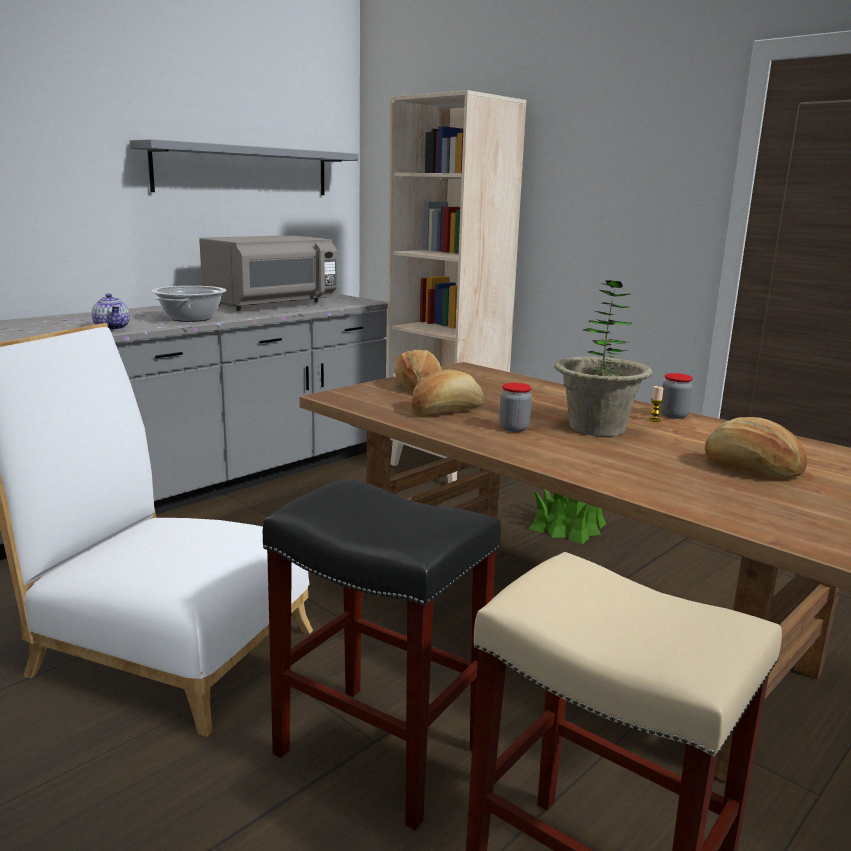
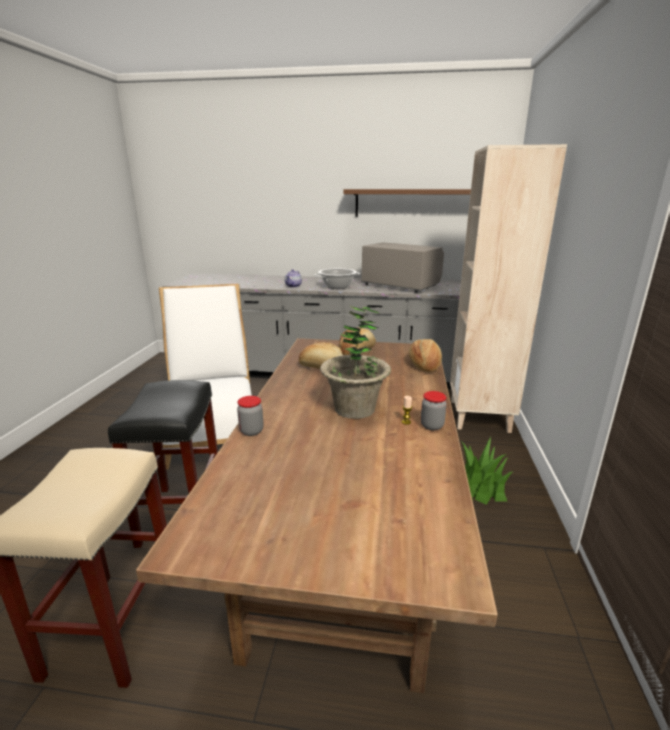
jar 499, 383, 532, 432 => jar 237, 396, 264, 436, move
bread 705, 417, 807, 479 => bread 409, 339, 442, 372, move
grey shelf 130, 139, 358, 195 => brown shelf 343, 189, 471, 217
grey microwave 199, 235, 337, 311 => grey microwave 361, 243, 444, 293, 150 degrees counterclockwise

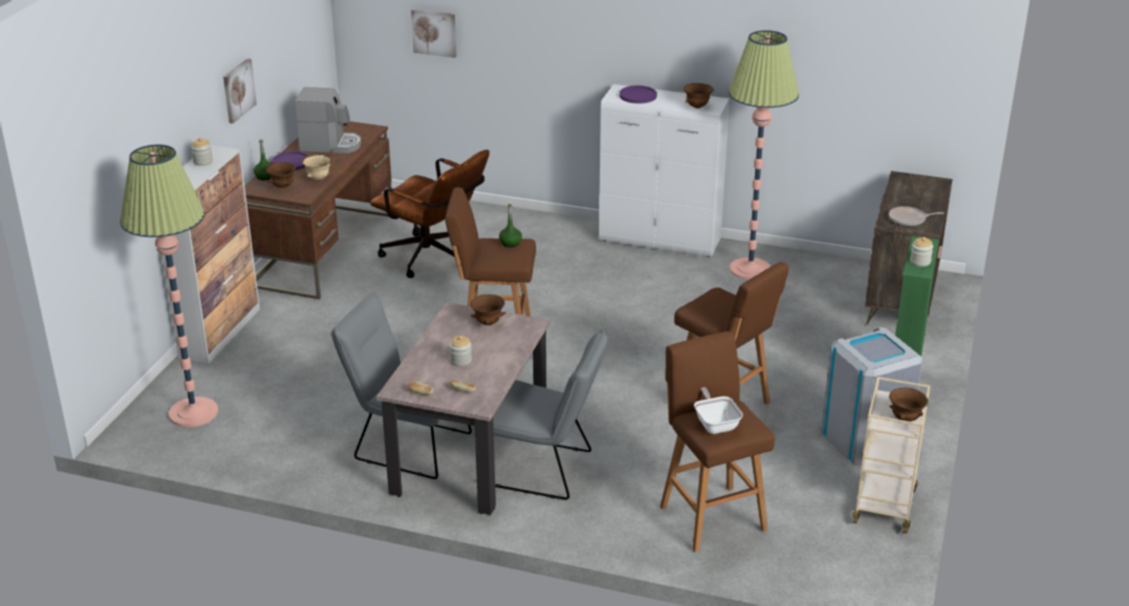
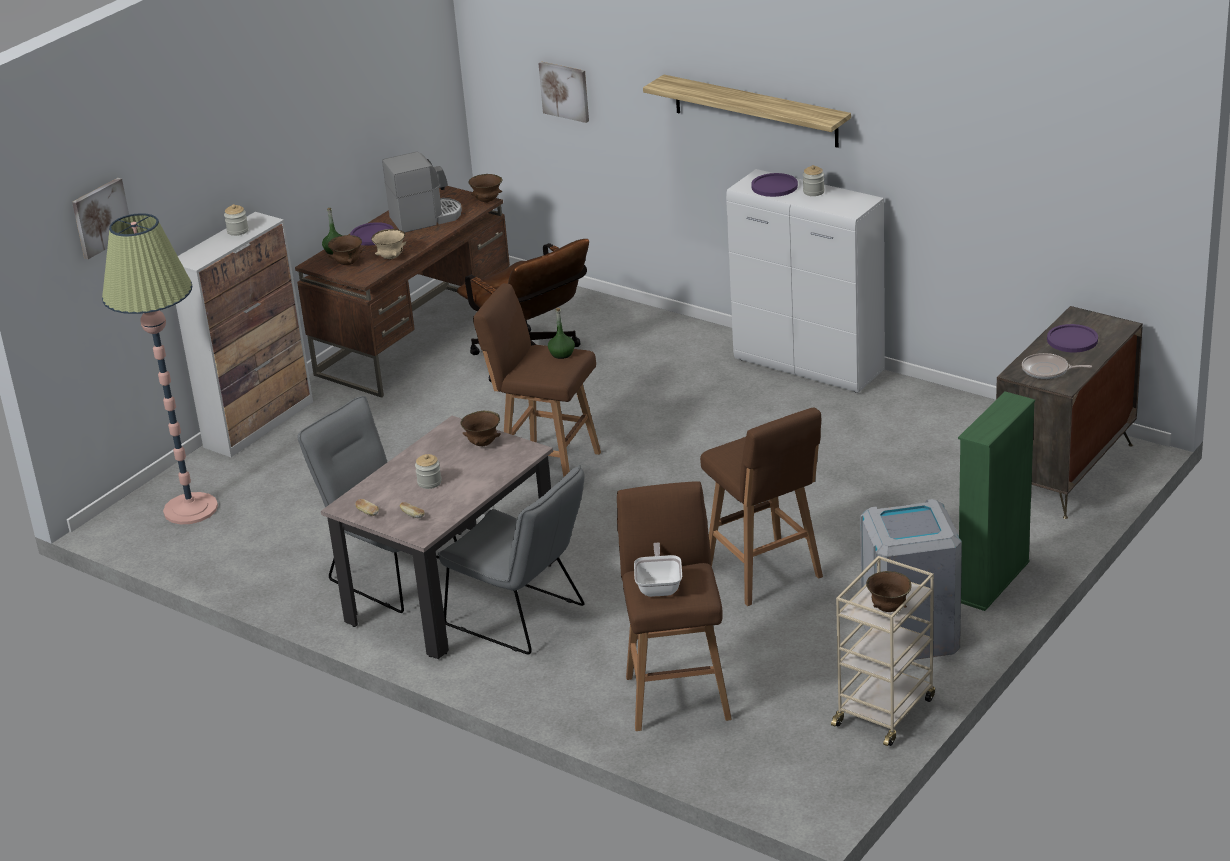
floor lamp 729, 30, 799, 280 => nothing
nothing => shelf 643, 75, 851, 148
nothing => purple plate 1047, 324, 1098, 352
picture 223, 58, 257, 124 => picture 72, 178, 129, 259, move
brown bowl 684, 83, 714, 108 => brown bowl 469, 174, 502, 203, move
jar 910, 237, 933, 267 => jar 803, 165, 825, 196, move
coffee machine 294, 87, 361, 153 => coffee machine 382, 152, 462, 233, 45 degrees counterclockwise

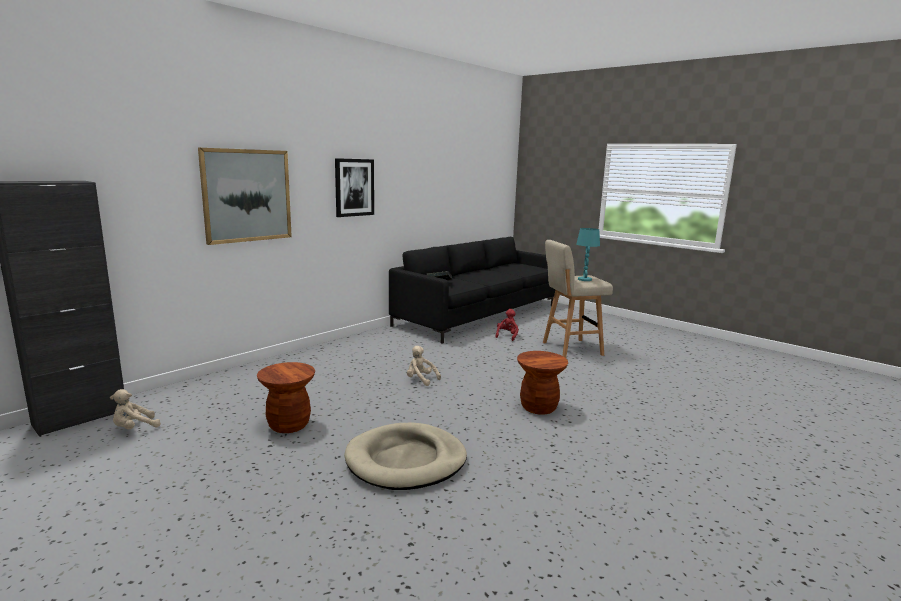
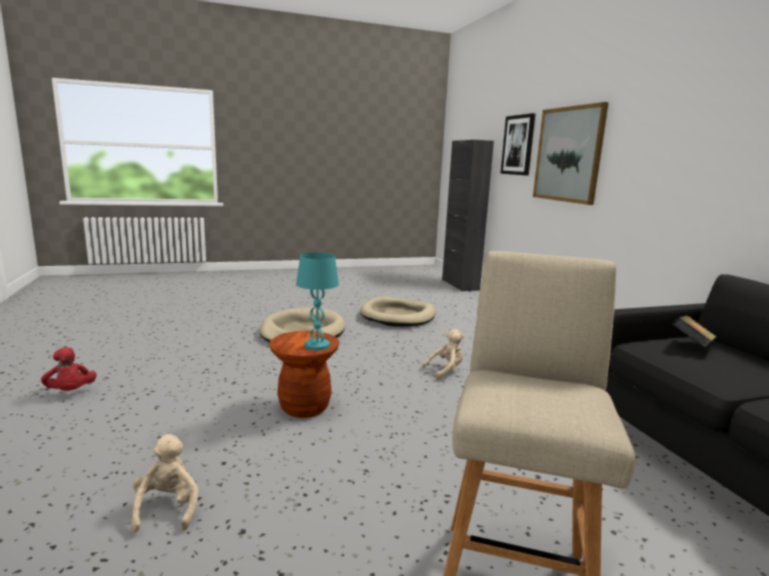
beige plush toy 110, 389, 161, 430 => beige plush toy 131, 434, 198, 533, move
picture 335, 158, 374, 217 => picture 500, 113, 535, 176, move
red plush toy 495, 309, 519, 341 => red plush toy 41, 347, 97, 391, move
turquoise table lamp 576, 228, 600, 281 => turquoise table lamp 296, 252, 339, 350, move
brown stool 257, 362, 315, 433 => beige dog bed 360, 296, 436, 327

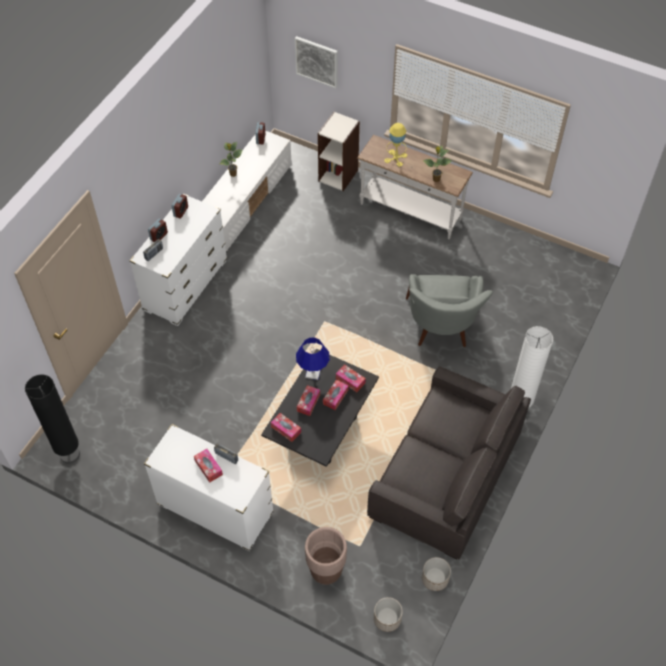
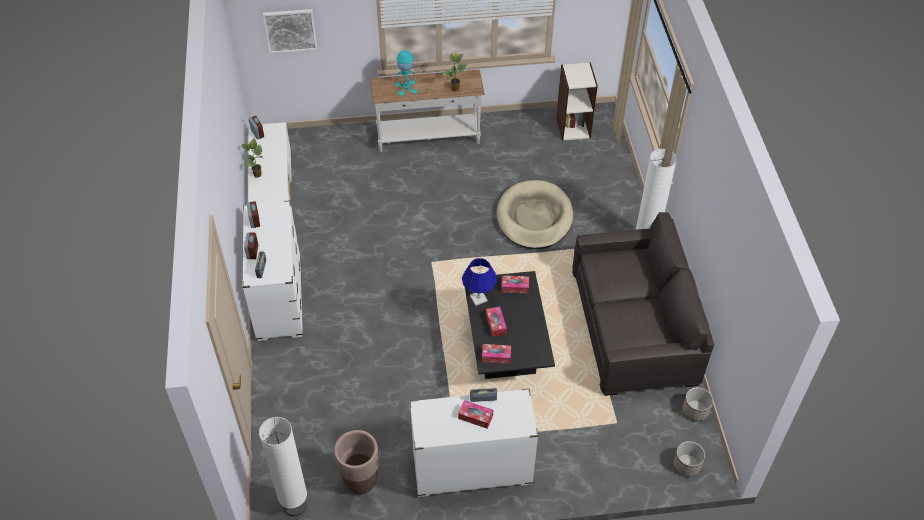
tissue box 323, 380, 349, 410 => nothing
brown planter 305, 527, 347, 585 => brown planter 334, 430, 379, 495, move
bookcase 318, 112, 360, 191 => bookcase 556, 62, 598, 141, move
grey armchair 406, 274, 493, 347 => beige dog bed 496, 180, 573, 249
black floor lamp 25, 375, 80, 464 => white floor lamp 259, 417, 307, 517
yellow table lamp 384, 123, 407, 167 => turquoise table lamp 396, 50, 417, 96

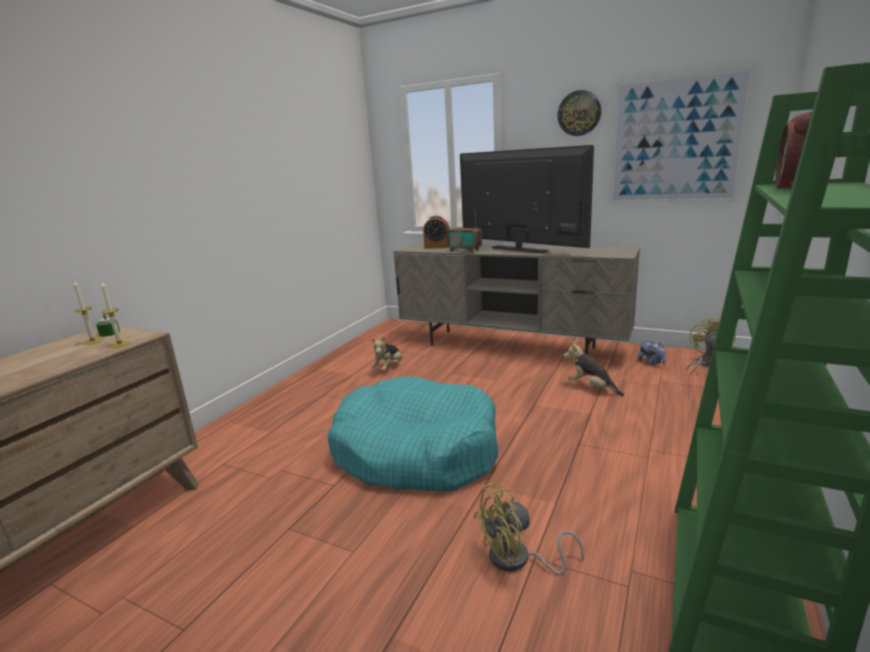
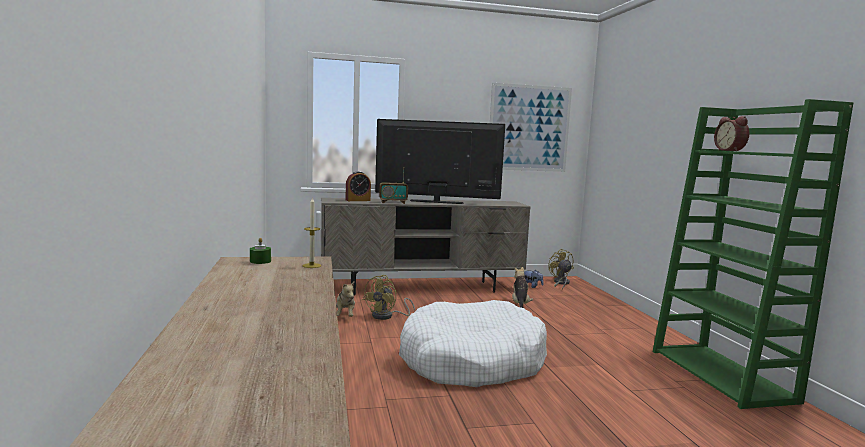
candle 74, 280, 103, 345 => nothing
wall clock 557, 90, 601, 136 => nothing
yellow fan 474, 482, 584, 575 => yellow fan 362, 275, 415, 320, move
turquoise dog bed 328, 376, 498, 491 => white dog bed 399, 300, 547, 387
plush toy 564, 341, 624, 396 => plush toy 512, 267, 533, 308, 90 degrees clockwise

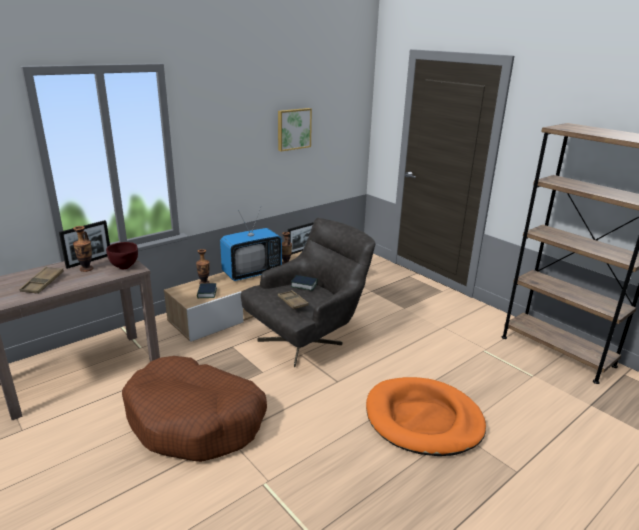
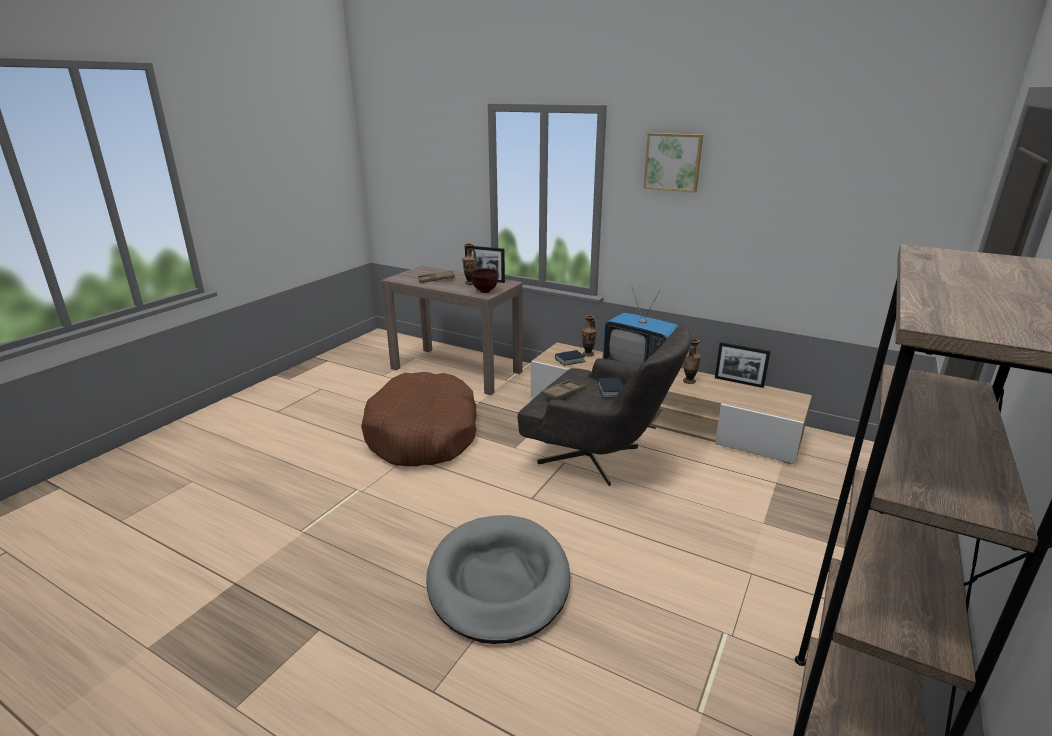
picture 278, 108, 312, 151 => picture 643, 133, 703, 193, move
orange dog bed 366, 377, 486, 456 => grey dog bed 426, 515, 570, 644

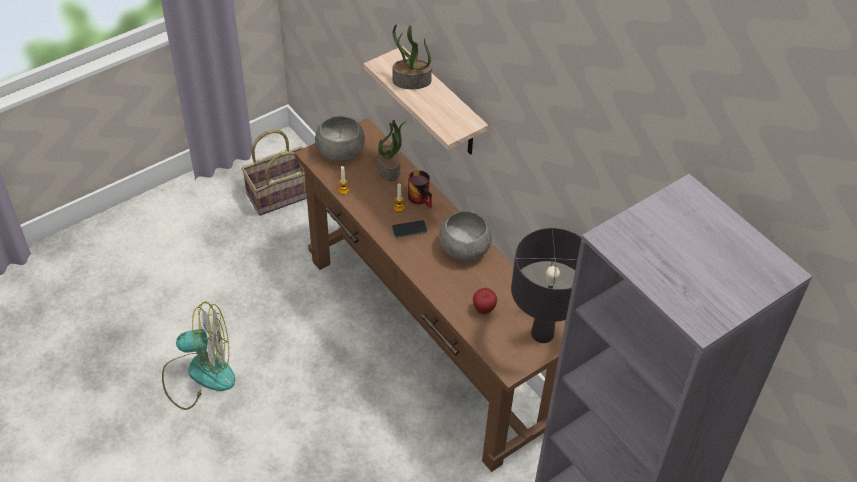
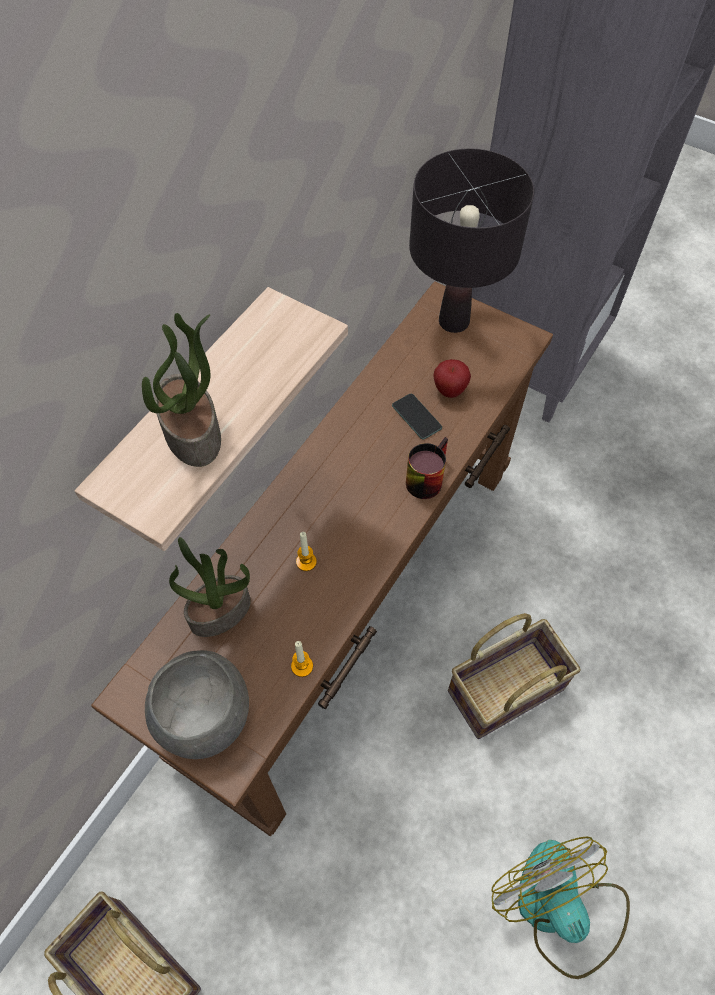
grey bowl 439, 211, 492, 261 => nothing
nothing => basket 448, 613, 581, 739
phone 392, 220, 428, 238 => phone 392, 394, 442, 440, move
mug 408, 170, 432, 208 => mug 406, 437, 448, 499, move

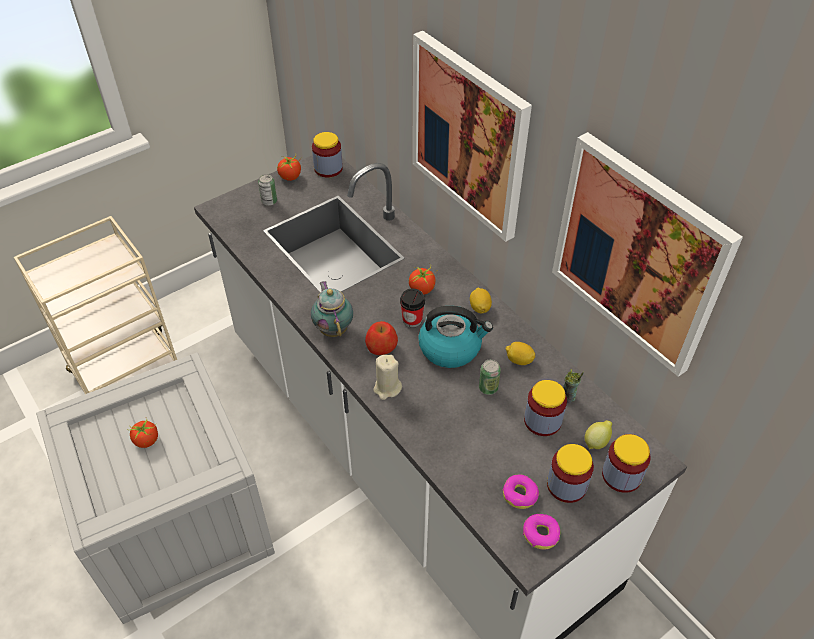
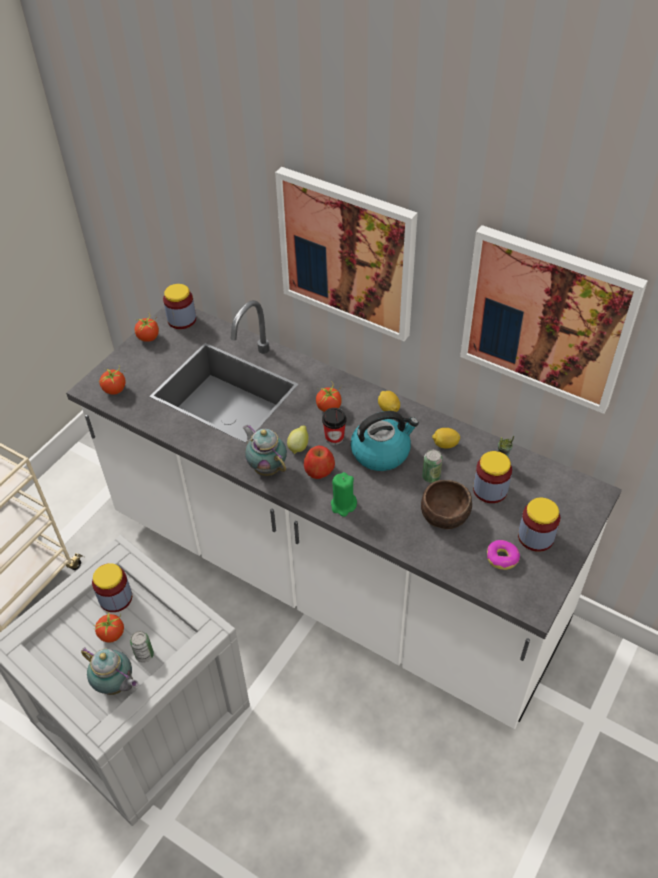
donut 523, 514, 560, 549 => nothing
nothing => teapot 81, 647, 138, 695
nothing => tomato 98, 365, 126, 395
nothing => brown bowl 421, 480, 472, 529
can 258, 174, 277, 206 => can 130, 631, 154, 663, move
lemon 585, 420, 612, 449 => lemon 287, 426, 308, 454, move
jar 602, 434, 651, 493 => jar 92, 563, 132, 612, move
beige candle 373, 355, 402, 400 => green candle 331, 472, 357, 517

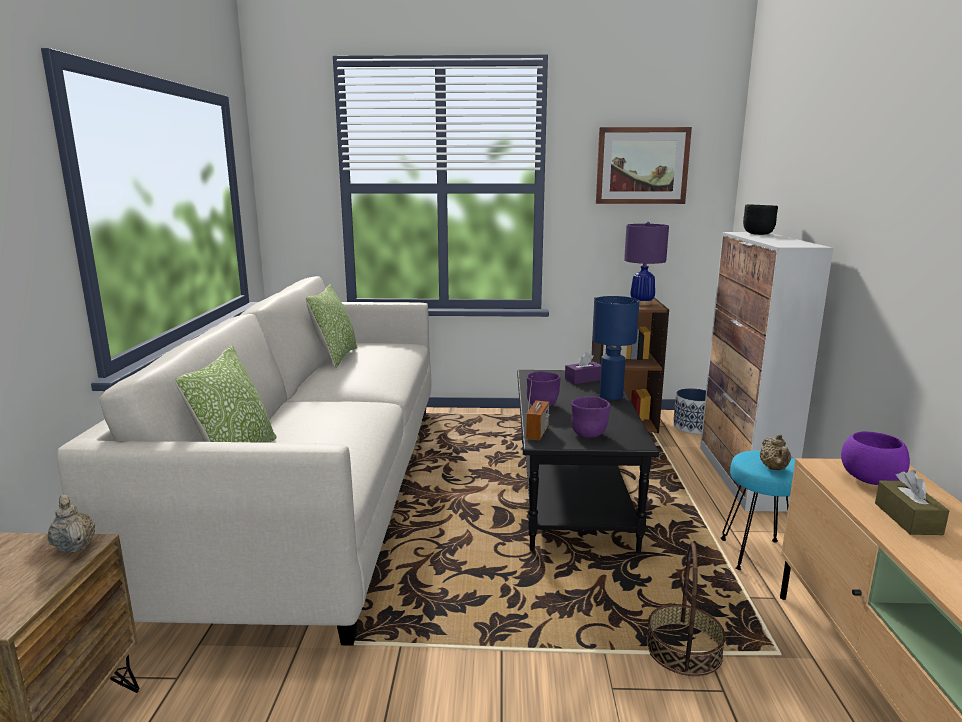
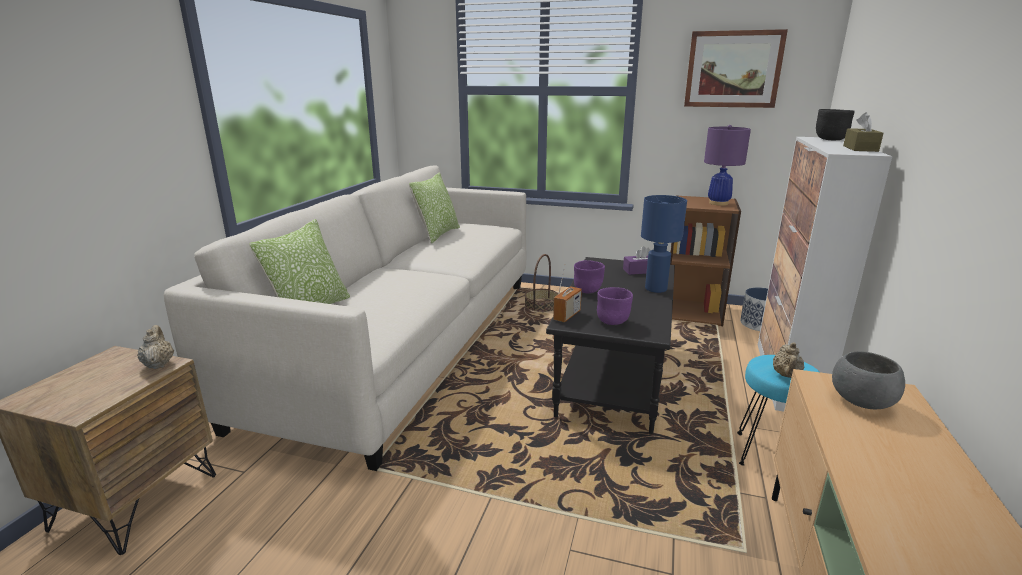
basket 647, 542, 726, 676 => basket 525, 254, 558, 312, move
brown tissue box 875, 470, 949, 535 => brown tissue box 843, 112, 884, 152, move
purple bowl 841, 431, 910, 485 => grey bowl 832, 351, 905, 409

